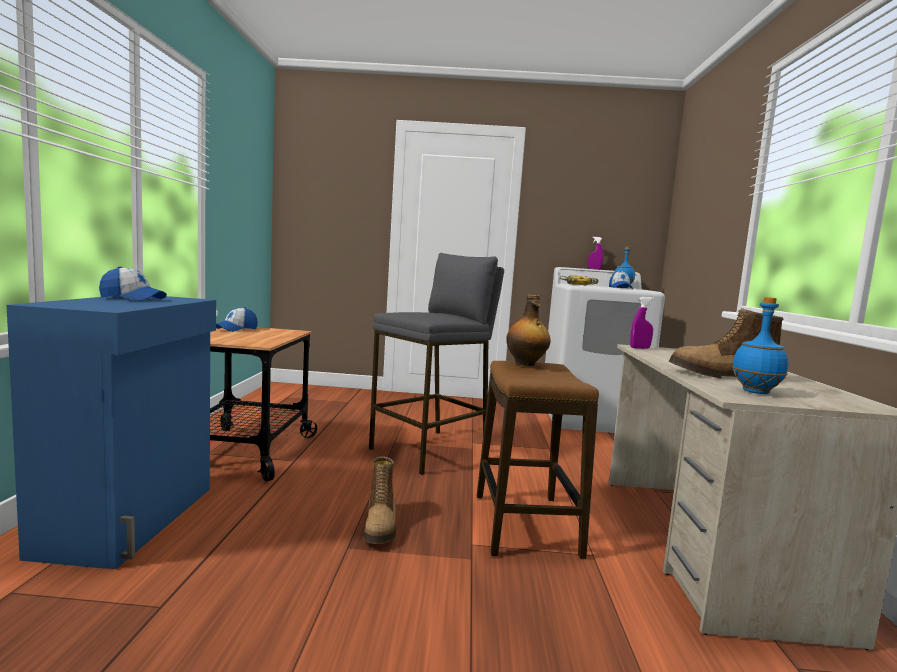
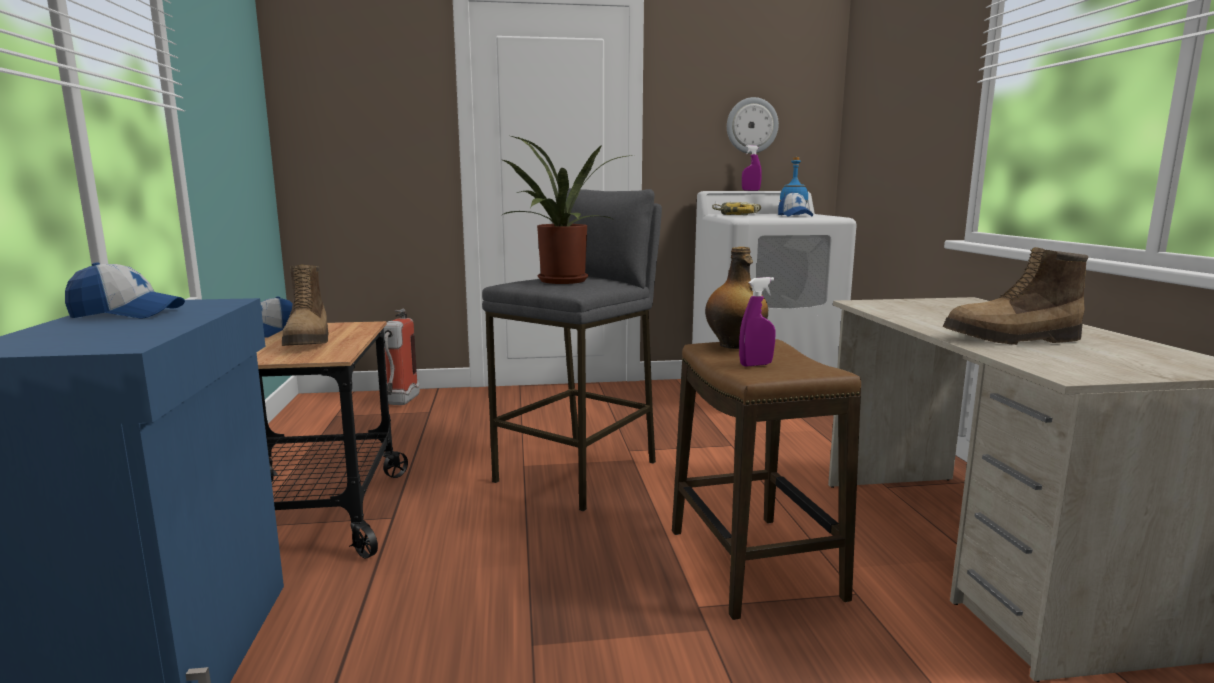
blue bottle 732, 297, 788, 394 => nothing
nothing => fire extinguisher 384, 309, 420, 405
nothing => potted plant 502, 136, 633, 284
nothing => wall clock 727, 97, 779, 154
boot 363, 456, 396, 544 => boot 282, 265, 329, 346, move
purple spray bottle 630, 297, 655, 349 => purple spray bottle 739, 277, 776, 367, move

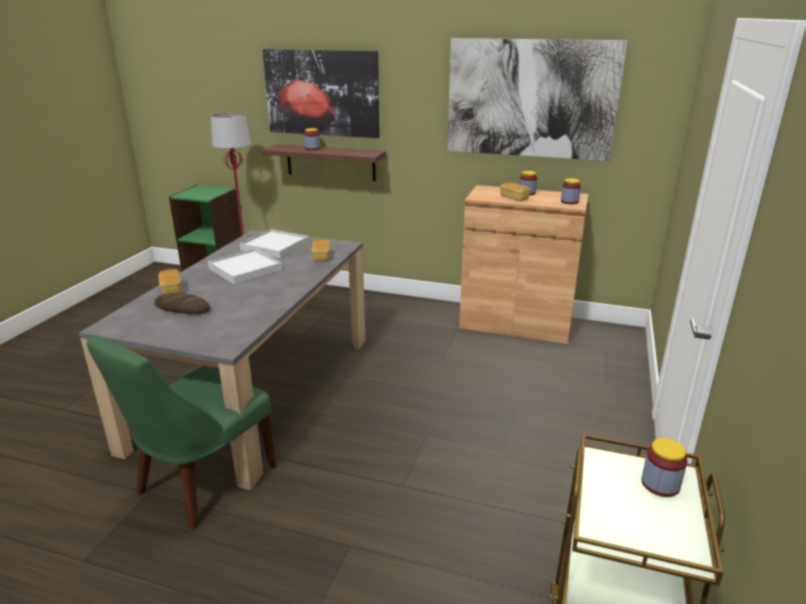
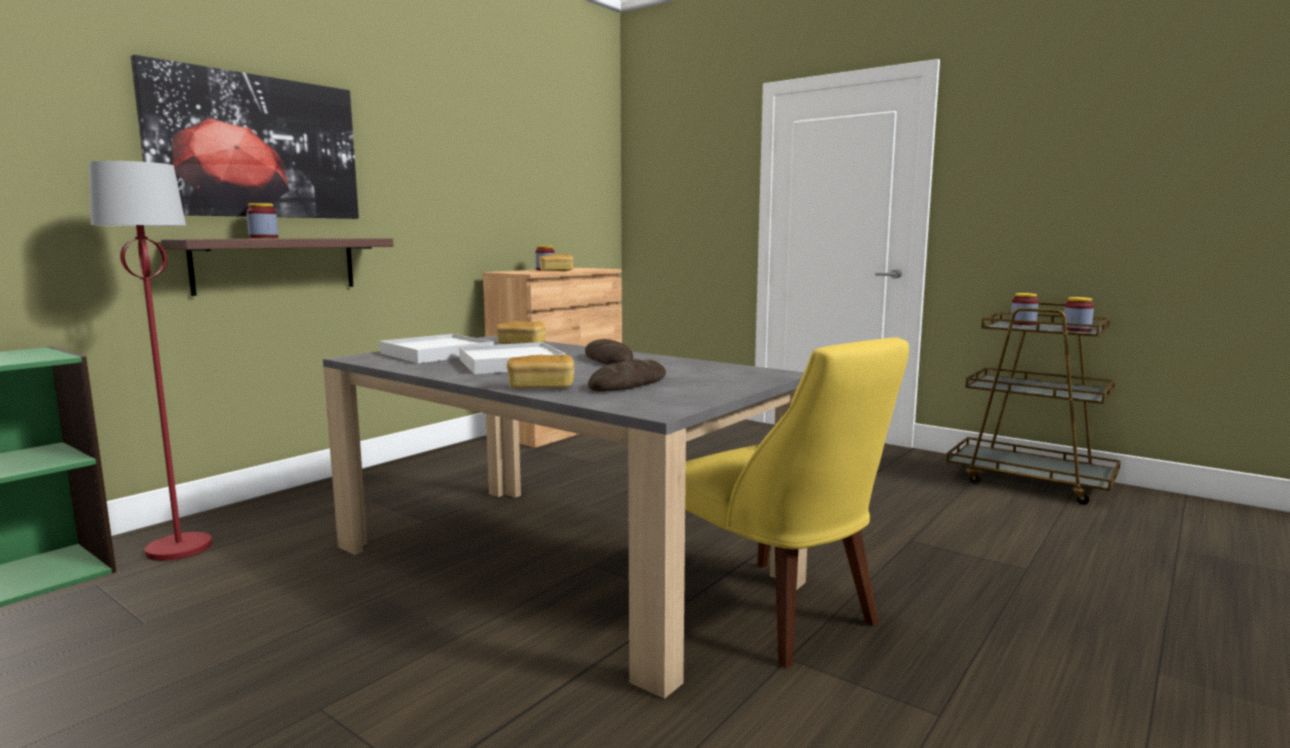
picture 447, 38, 627, 161 => nothing
nothing => bread 585, 339, 633, 365
jar 561, 178, 581, 204 => jar 1062, 297, 1094, 332, move
green chair 87, 335, 277, 529 => yellow chair 685, 338, 909, 668

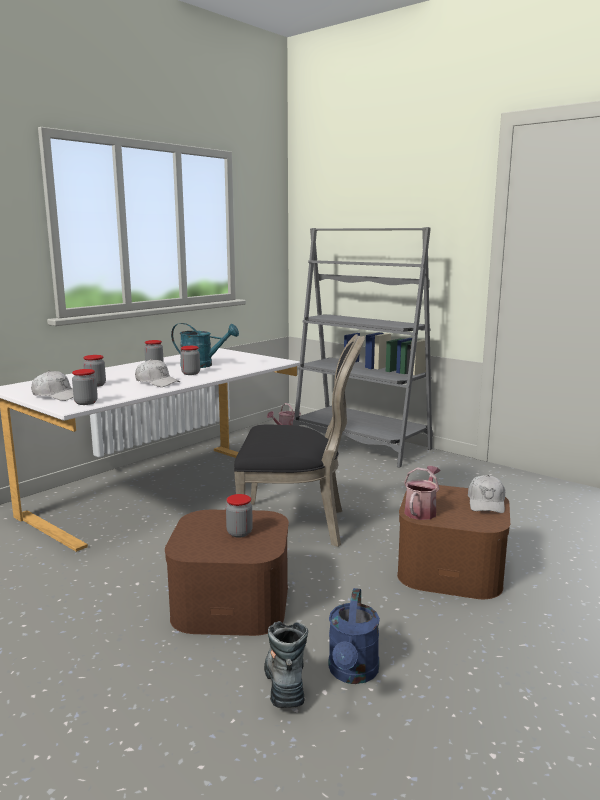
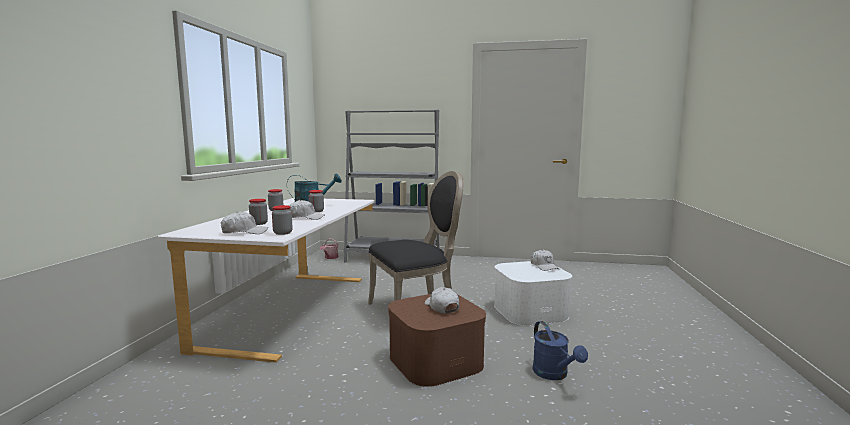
boot 264, 621, 308, 708 => nothing
watering can 404, 466, 440, 520 => nothing
jar 226, 494, 253, 538 => white cap 425, 287, 459, 314
brown storage box 397, 485, 510, 599 => white storage box 494, 261, 572, 326

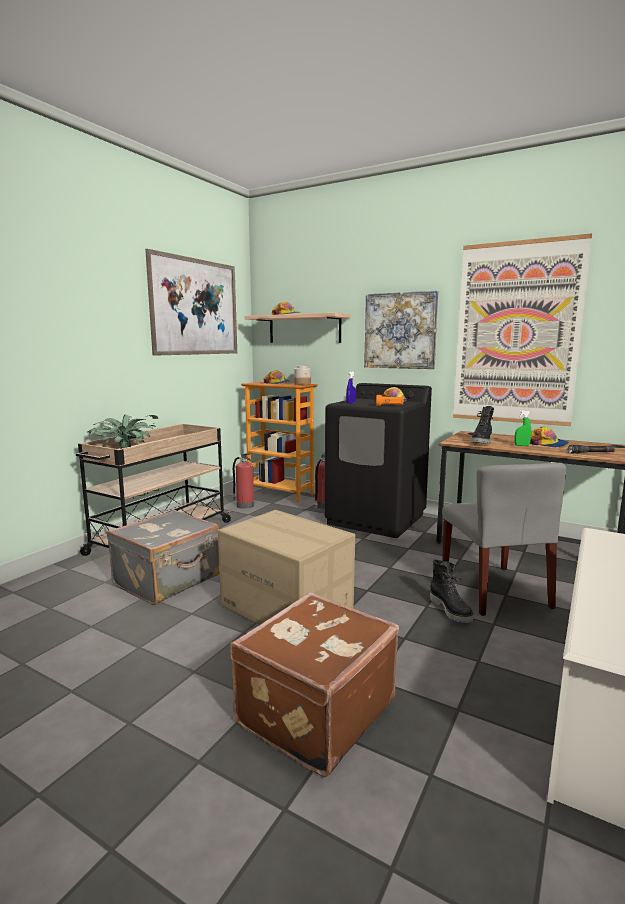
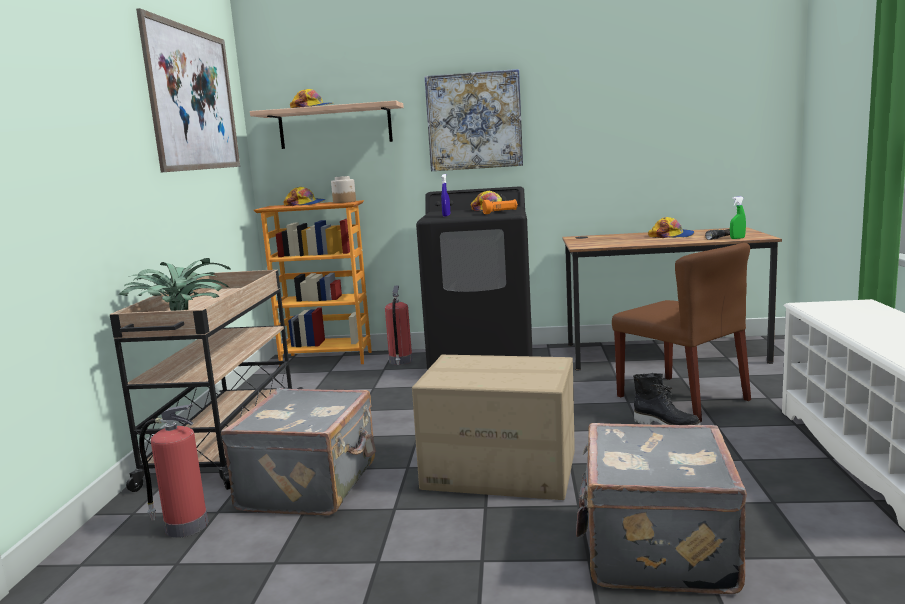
picture 453, 233, 592, 426 => nothing
black boot 471, 406, 494, 444 => nothing
fire extinguisher 232, 453, 254, 509 => fire extinguisher 139, 404, 208, 538, move
green spray bottle 514, 410, 531, 446 => green spray bottle 730, 196, 746, 239, move
brown suitcase 230, 592, 399, 777 => grey suitcase 576, 423, 747, 594
grey chair 442, 463, 566, 616 => brown chair 612, 243, 751, 422

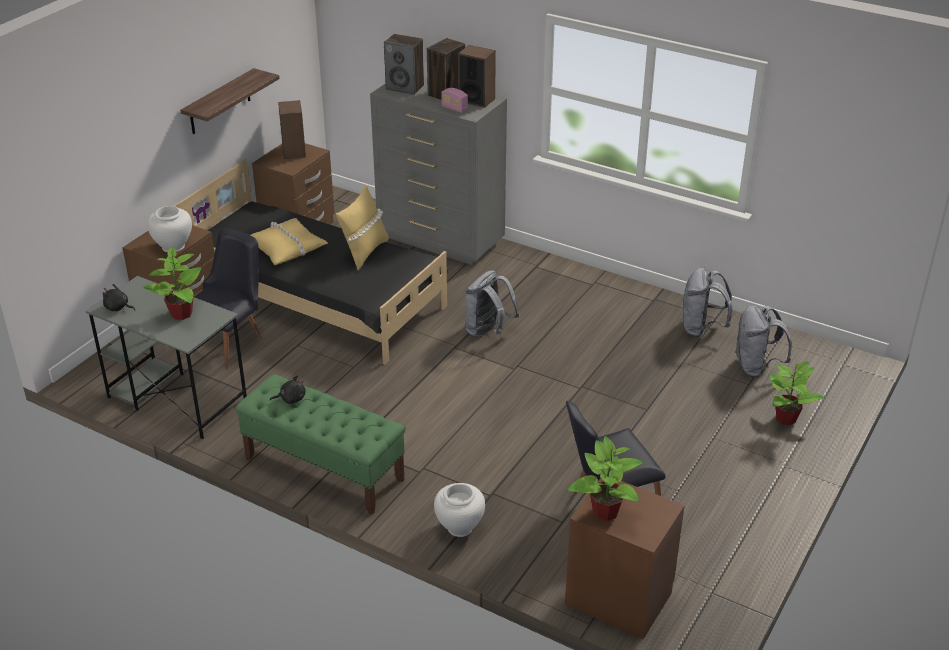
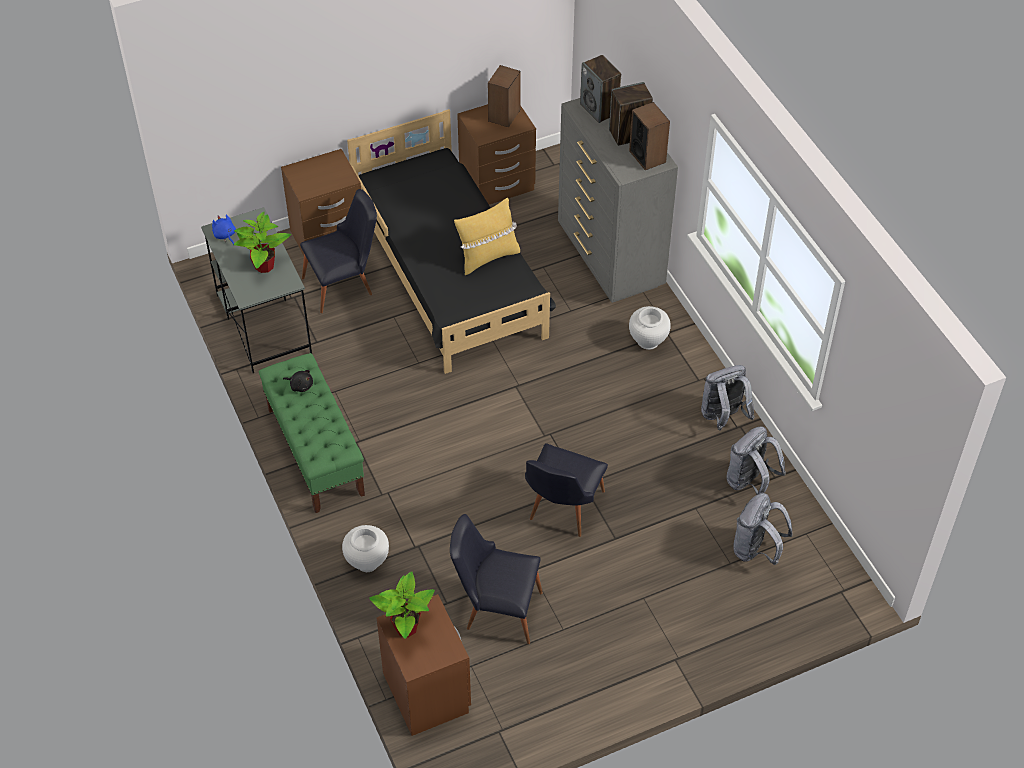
shelf 181, 68, 280, 134 => nothing
yellow pillow 250, 218, 328, 265 => nothing
radio 441, 88, 468, 113 => nothing
potted plant 770, 362, 825, 426 => nothing
nothing => black chair 525, 443, 608, 537
white vase 147, 206, 192, 252 => white vase 629, 306, 671, 350, move
grey backpack 465, 270, 520, 338 => grey backpack 701, 365, 755, 430, move
black plush toy 103, 284, 135, 312 => blue plush toy 212, 215, 236, 244

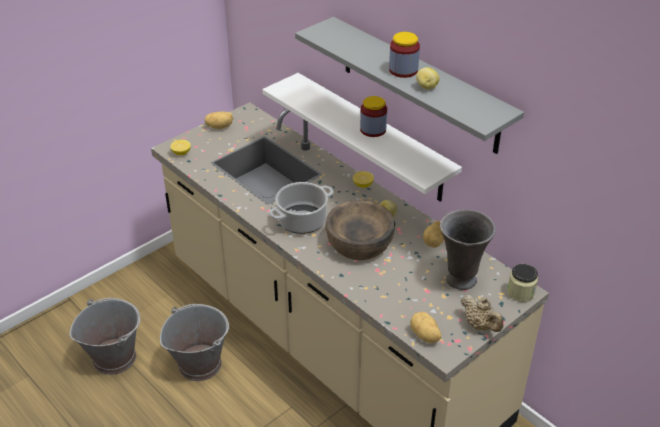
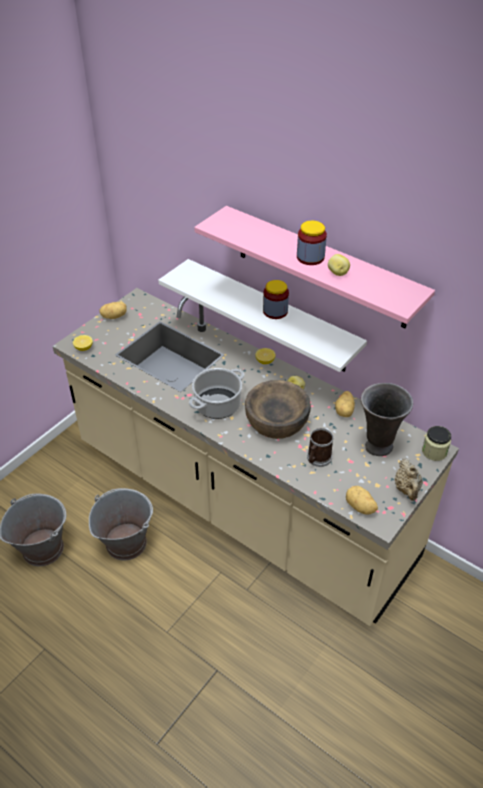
nothing => mug 307, 428, 333, 467
grey shelf 295, 17, 524, 154 => pink shelf 194, 206, 435, 328
beige teapot 461, 295, 503, 332 => beige teapot 395, 458, 423, 501, 45 degrees clockwise

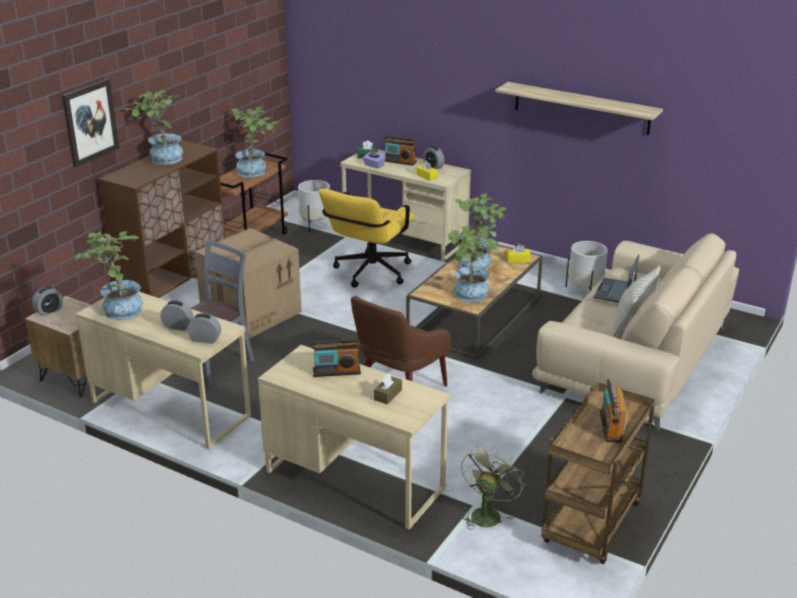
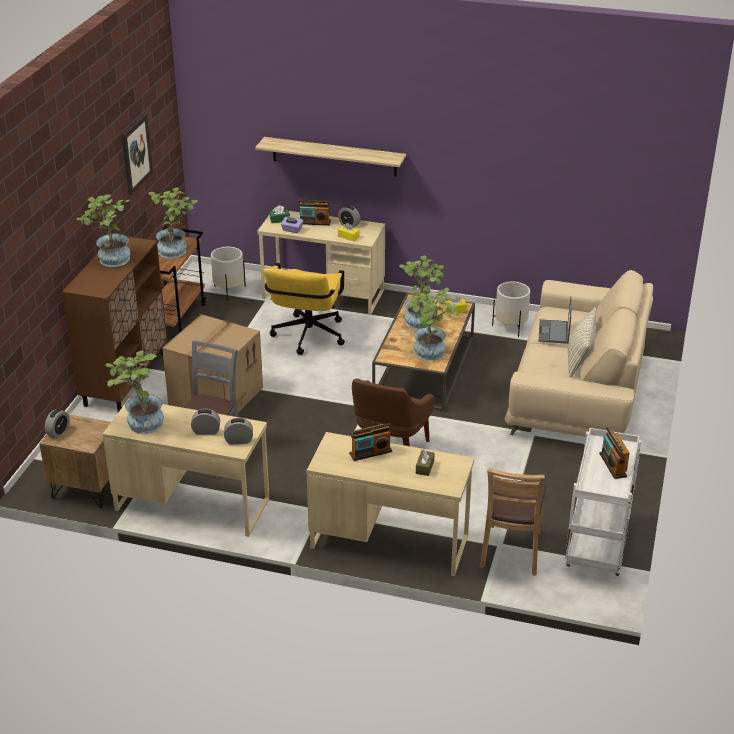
picture 62, 79, 119, 167 => picture 122, 114, 153, 195, move
shelf 495, 82, 663, 135 => shelf 255, 137, 406, 176, move
green fan 461, 446, 524, 530 => brown chair 480, 468, 546, 576
brown cart 541, 382, 655, 564 => white cart 565, 428, 641, 576

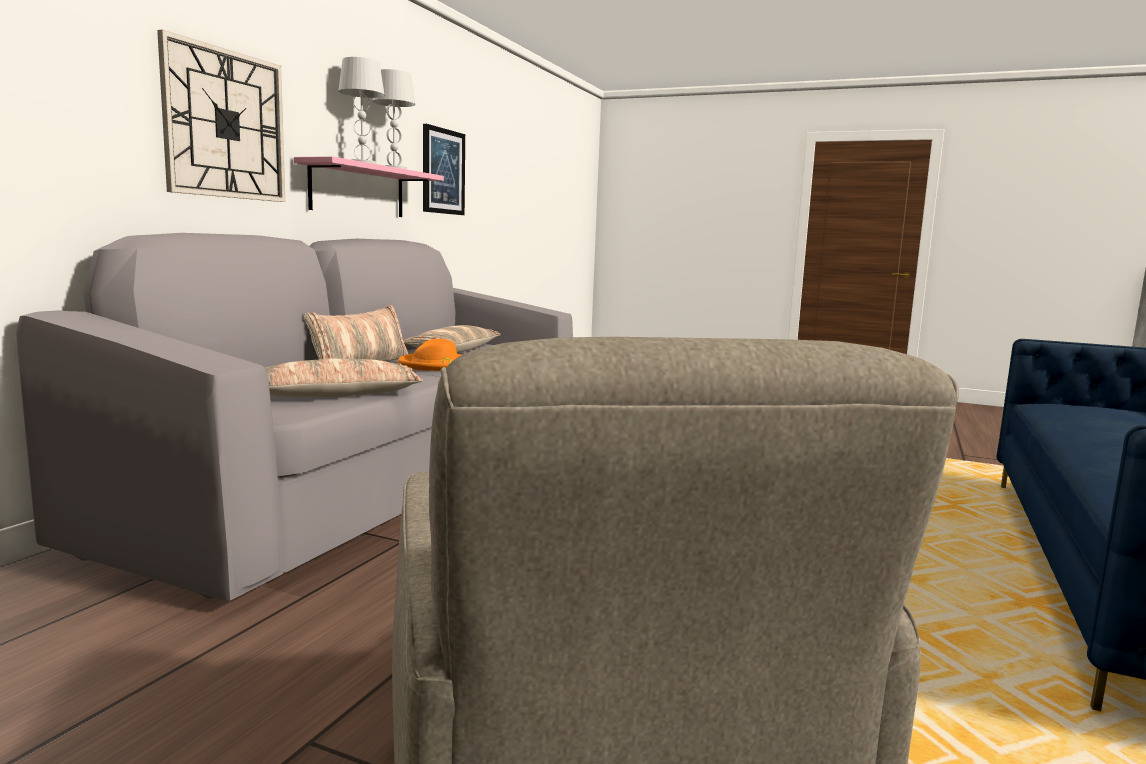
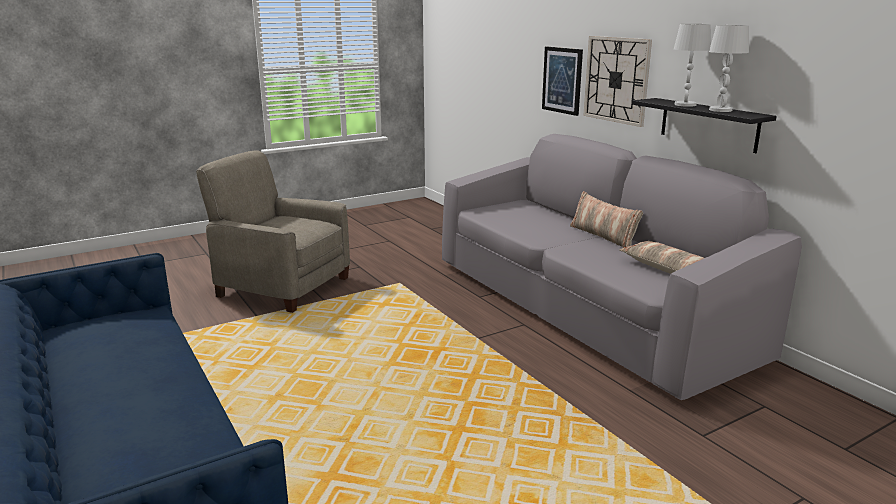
pillow 265, 358, 423, 397 => nothing
orange hat 398, 339, 462, 371 => nothing
picture 423, 124, 465, 215 => picture 542, 47, 583, 116, move
pink shelf 294, 156, 444, 217 => black shelf 632, 98, 777, 153

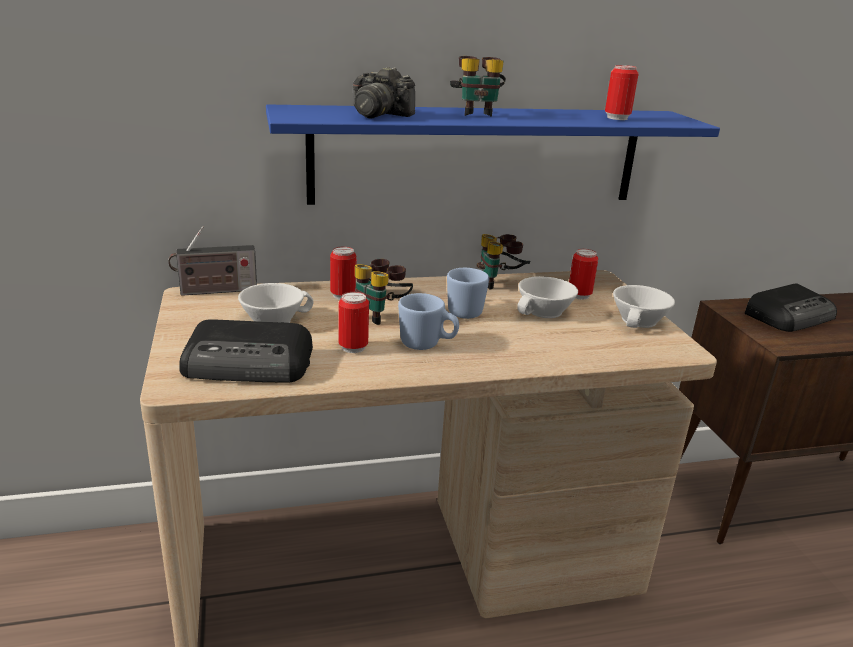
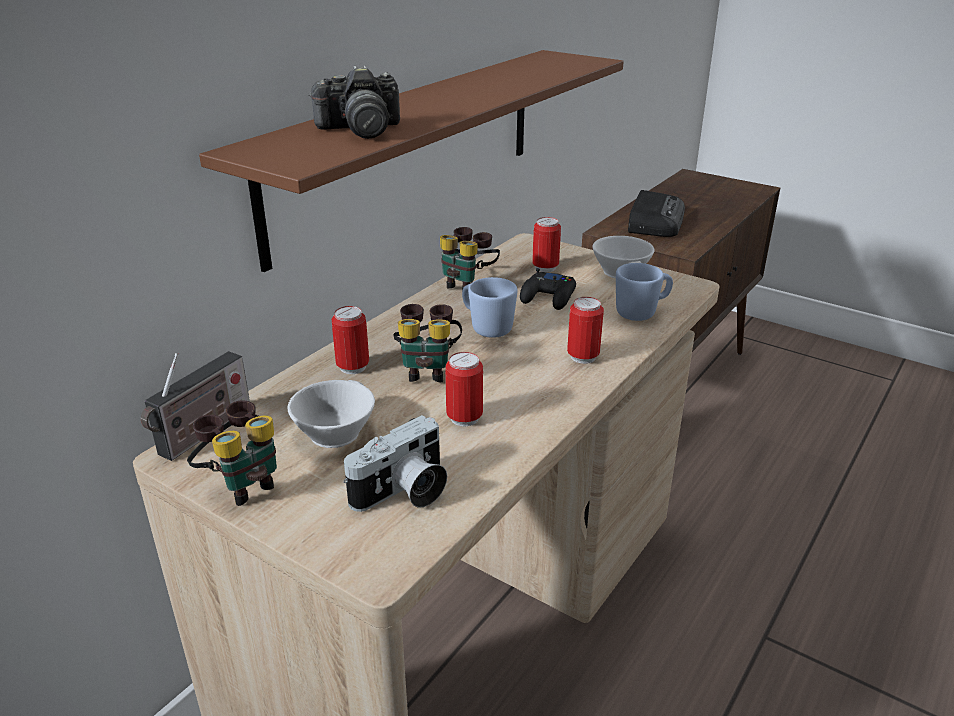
blue mug 398, 293, 459, 350 => blue mug 616, 263, 673, 321, move
binoculars 450, 56, 506, 117 => binoculars 187, 400, 277, 506, move
can 605, 65, 639, 120 => can 567, 297, 604, 364, move
radio 179, 319, 313, 383 => photo camera 343, 415, 447, 512
white cup 517, 276, 578, 318 => black game controller 520, 268, 576, 310
blue shelf 266, 104, 720, 205 => brown shelf 199, 50, 624, 272

